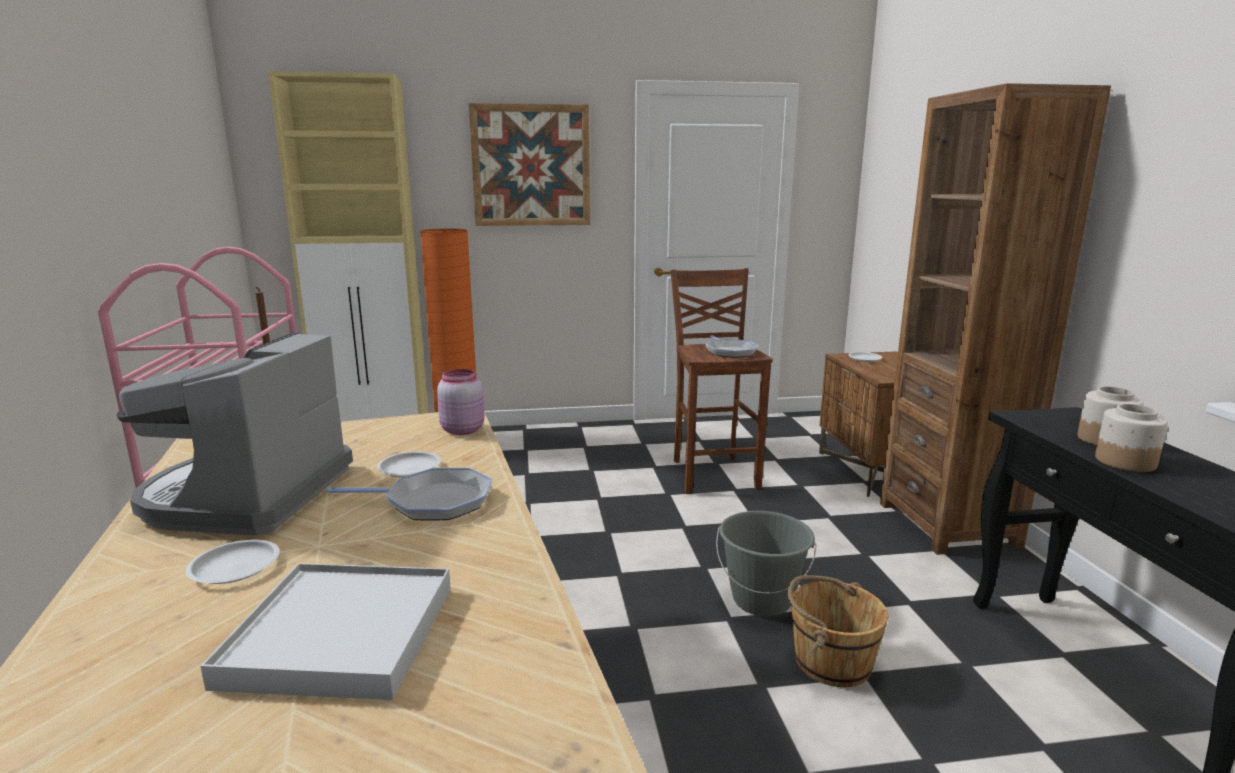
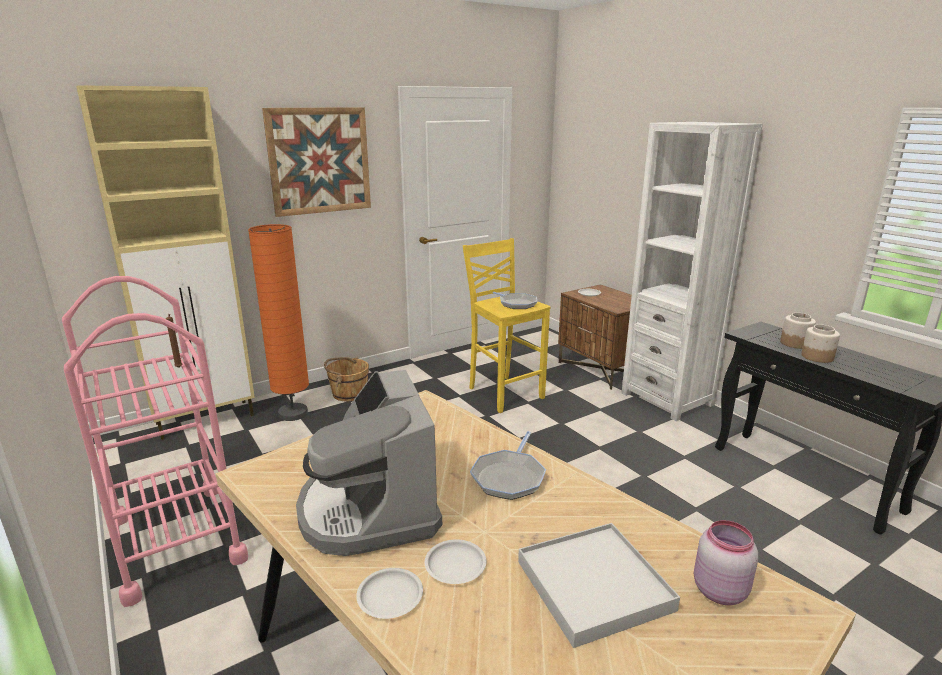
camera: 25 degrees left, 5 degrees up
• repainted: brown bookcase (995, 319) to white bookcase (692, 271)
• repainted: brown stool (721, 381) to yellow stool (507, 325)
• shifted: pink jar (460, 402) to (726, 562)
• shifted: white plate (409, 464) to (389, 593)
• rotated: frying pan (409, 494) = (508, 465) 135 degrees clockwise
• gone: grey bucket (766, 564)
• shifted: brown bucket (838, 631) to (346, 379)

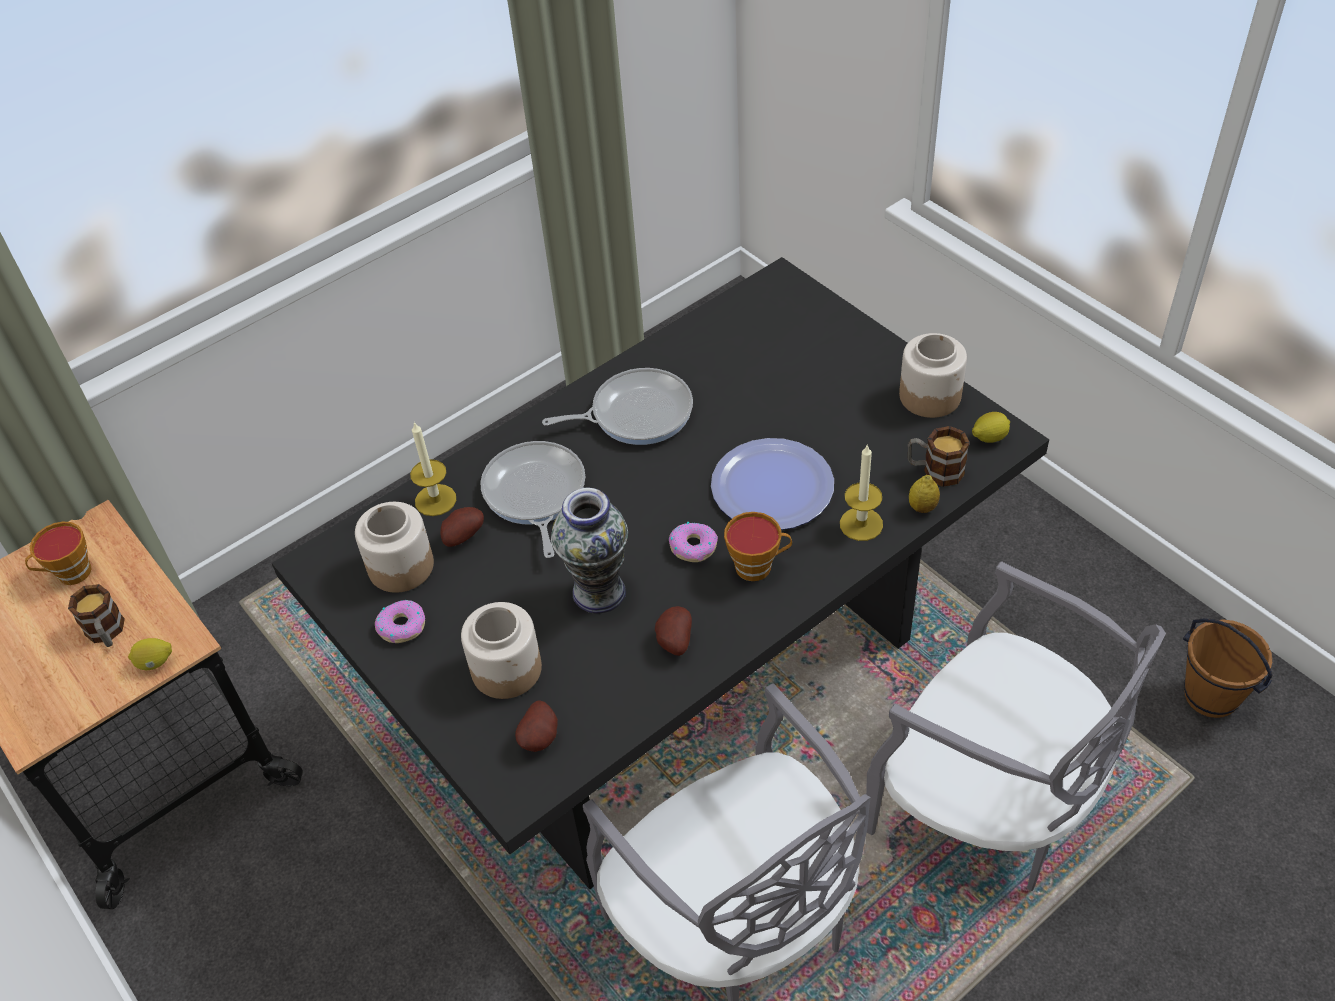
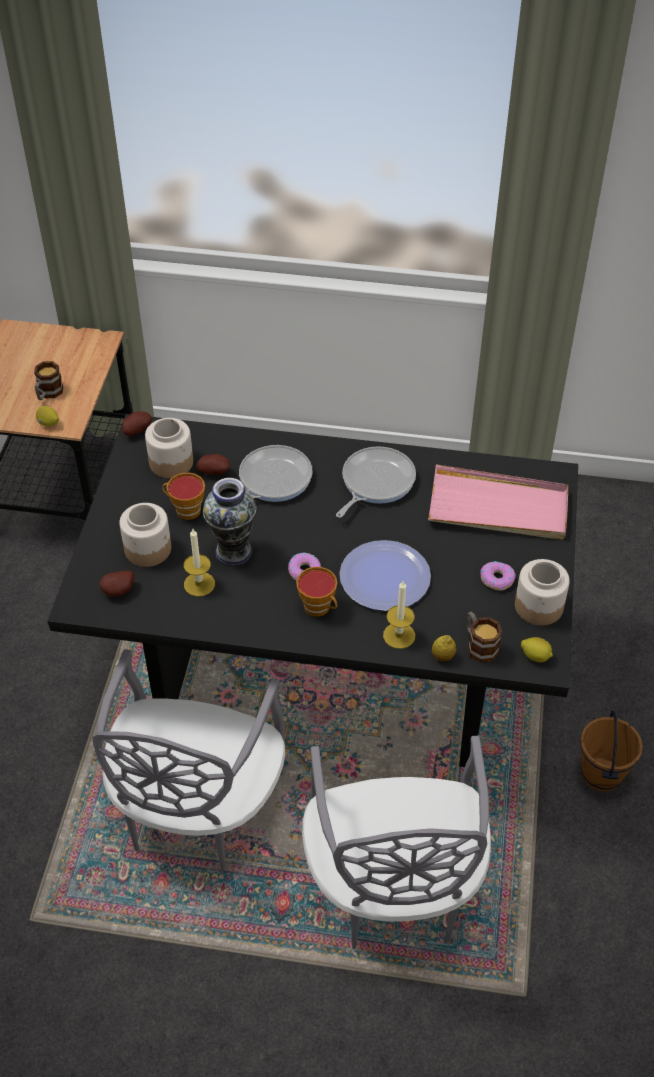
camera: 45 degrees right, 0 degrees up
• rotated: frying pan (617, 406) = (376, 482) 90 degrees counterclockwise
• shifted: candle (433, 469) to (199, 563)
• shifted: cup (58, 553) to (183, 496)
• shifted: donut (400, 621) to (498, 576)
• shifted: potato (673, 631) to (137, 423)
• shifted: brown bucket (1228, 668) to (611, 751)
• new: pink tray (498, 502)

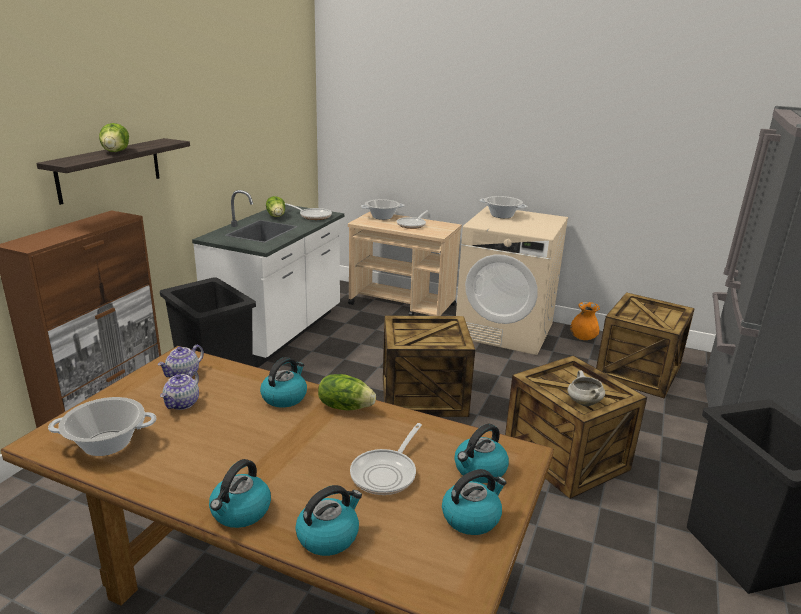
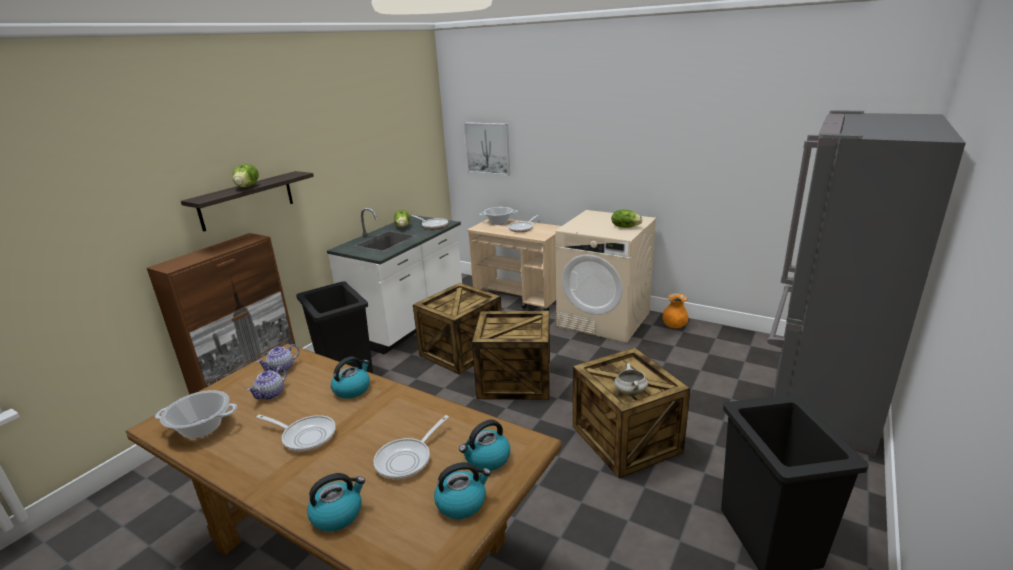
camera: 10 degrees right, 0 degrees up
• gone: cooking pot (503, 207)
• shifted: crate (645, 345) to (457, 329)
• shifted: lettuce (347, 392) to (627, 218)
• gone: kettle (240, 493)
• new: picture (487, 149)
• new: frying pan (296, 433)

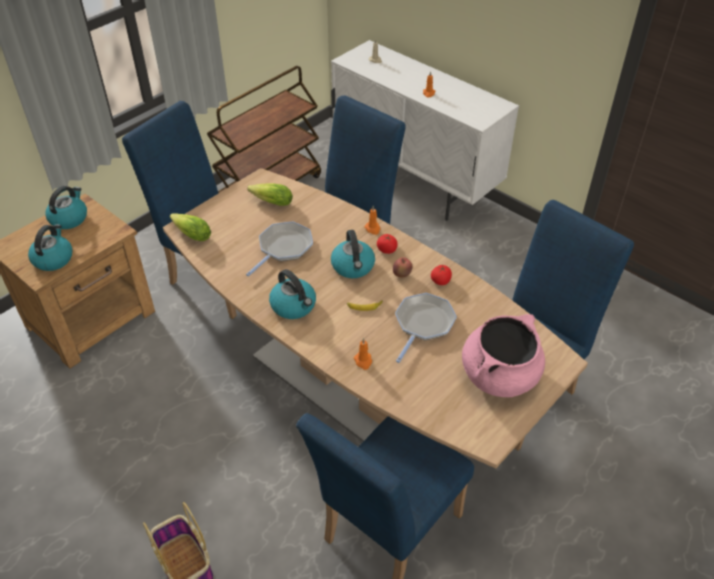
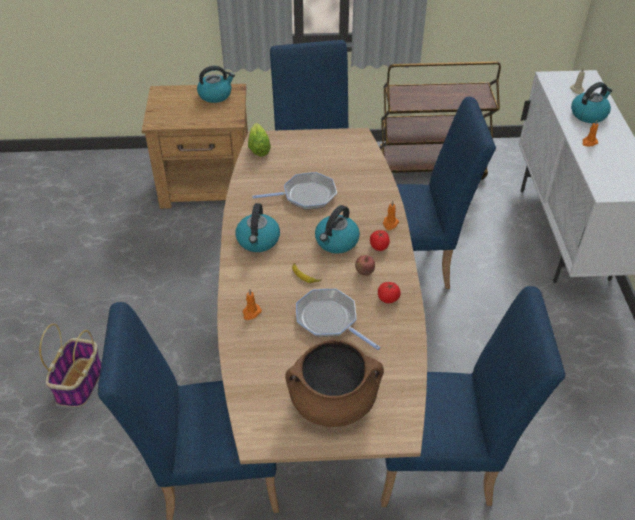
camera: 45 degrees right, 0 degrees up
• gone: lettuce (270, 194)
• shifted: kettle (50, 247) to (591, 102)
• rotated: frying pan (426, 328) = (338, 319) 120 degrees counterclockwise
• repainted: pink cooking pot (503, 355) to brown cooking pot (334, 383)

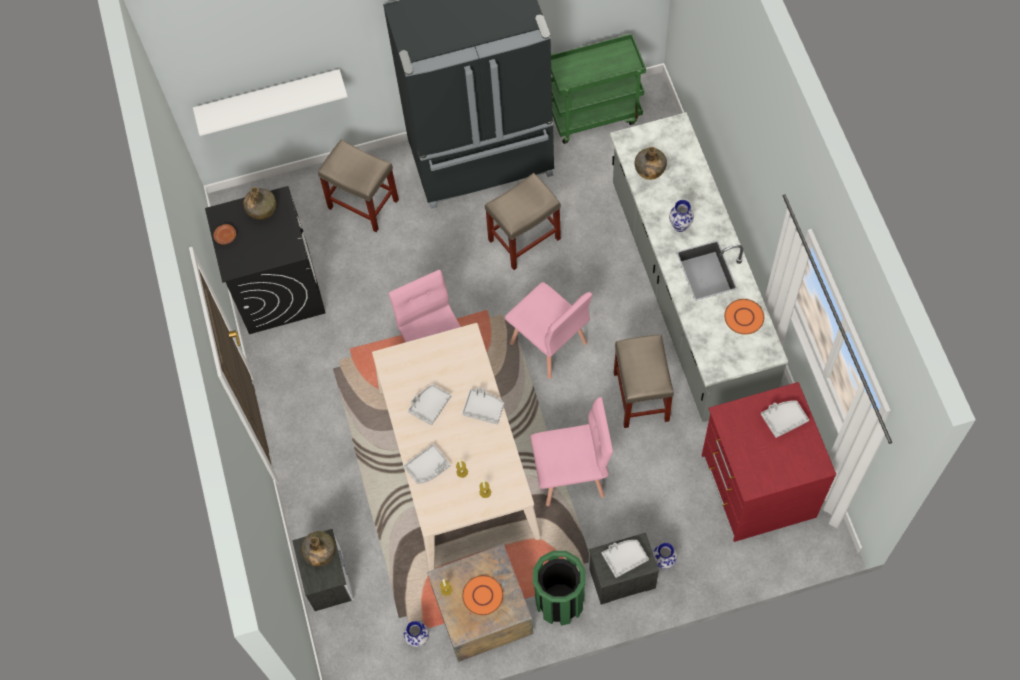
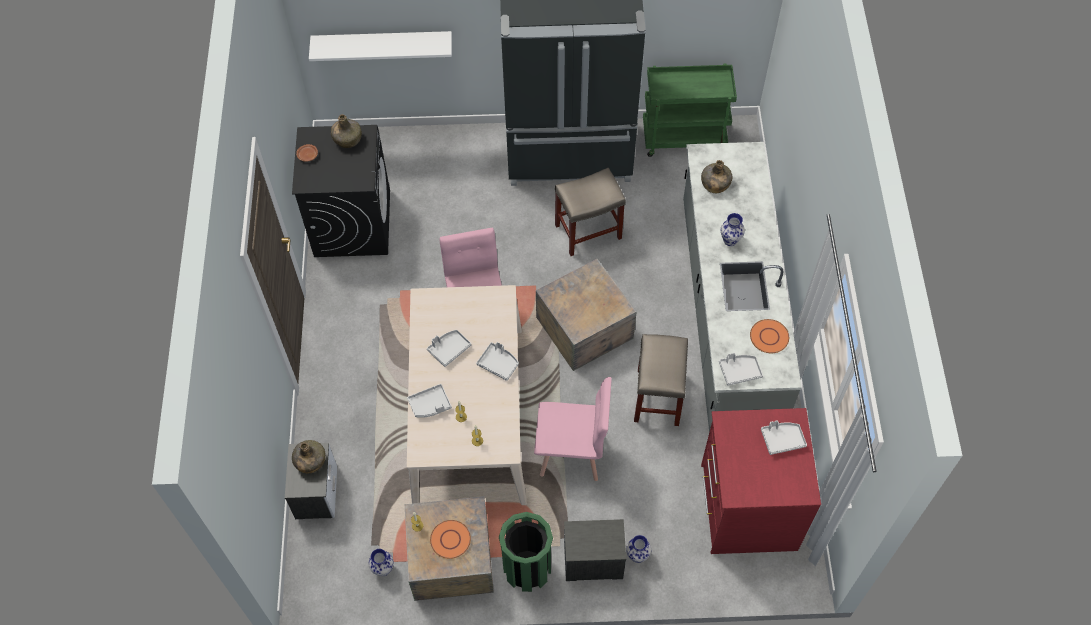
camera: 10 degrees right, 5 degrees down
• gone: beige stool (358, 185)
• swapped: pink chair (548, 330) to crate (586, 315)
• shifted: grey tray (625, 559) to (741, 369)

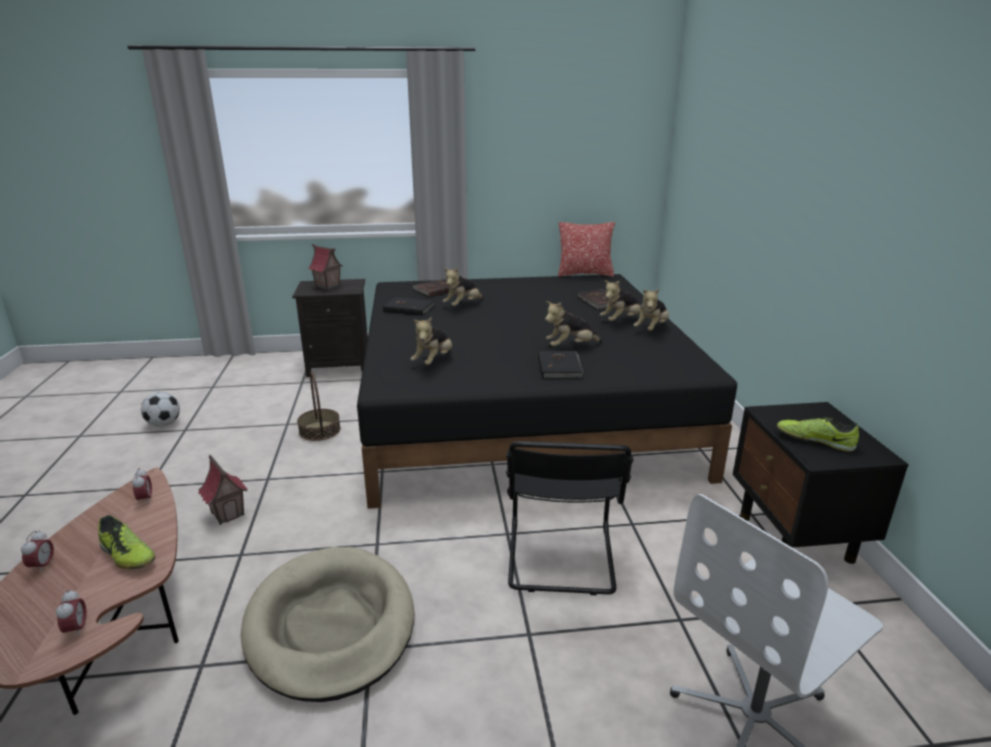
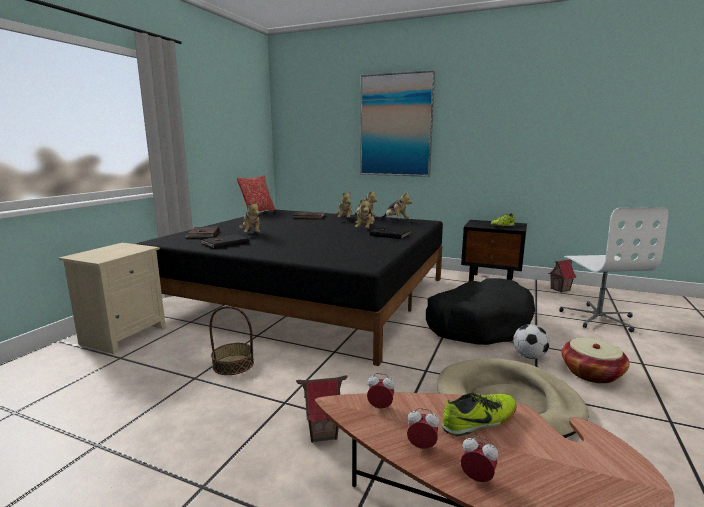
camera: 60 degrees left, 10 degrees down
• shifted: toy house (325, 267) to (562, 276)
• repainted: black nightstand (330, 328) to beige nightstand (112, 298)
• shifted: plush toy (431, 341) to (396, 206)
• shifted: football (160, 409) to (531, 341)
• swapped: black chair (570, 518) to black dog bed (480, 311)
• shifted: alarm clock (71, 613) to (423, 428)
• new: picture (397, 123)
• new: basket (596, 360)

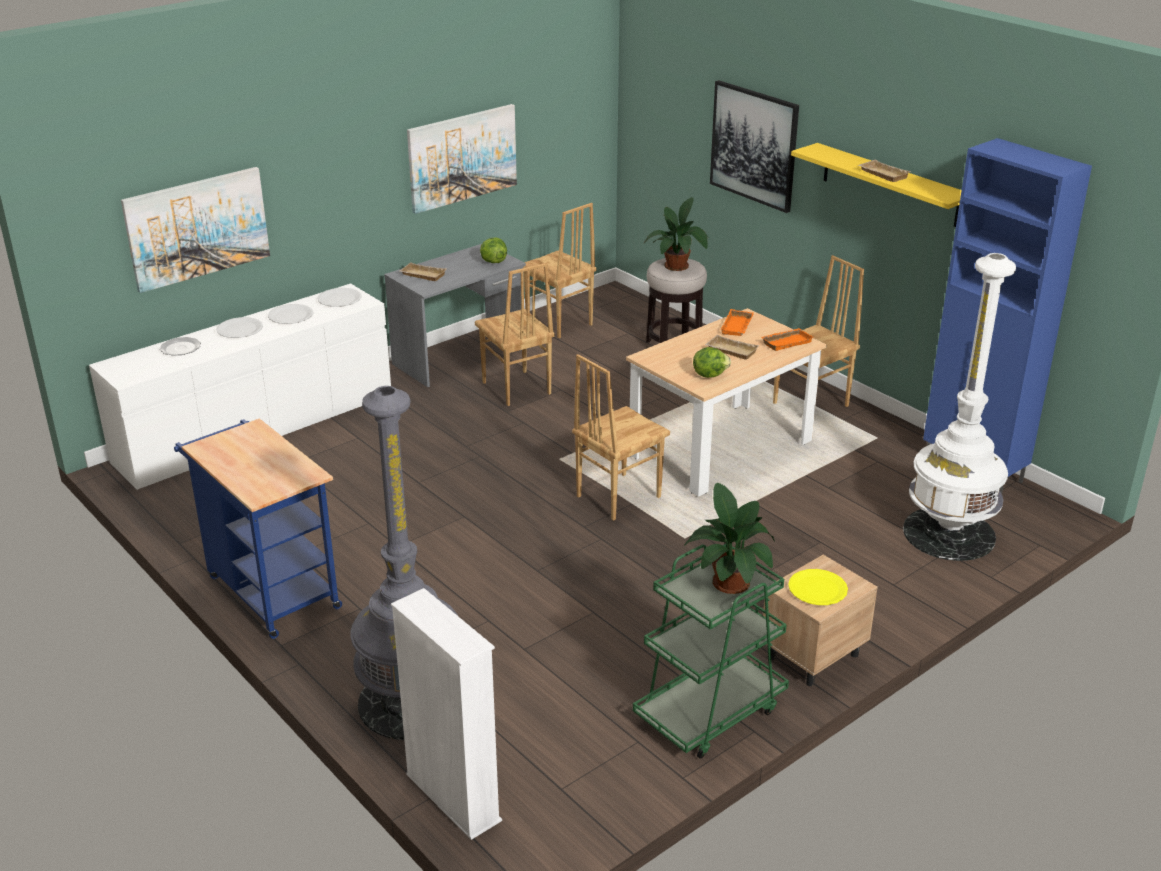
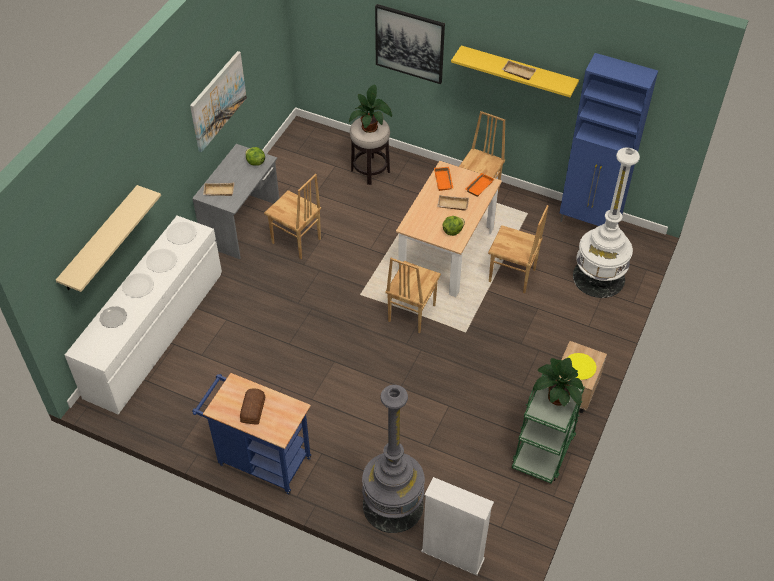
camera: 25 degrees left, 20 degrees up
• swapped: picture (195, 230) to beige shelf (108, 238)
• shifted: brown chair (559, 270) to (518, 249)
• new: bread (252, 406)

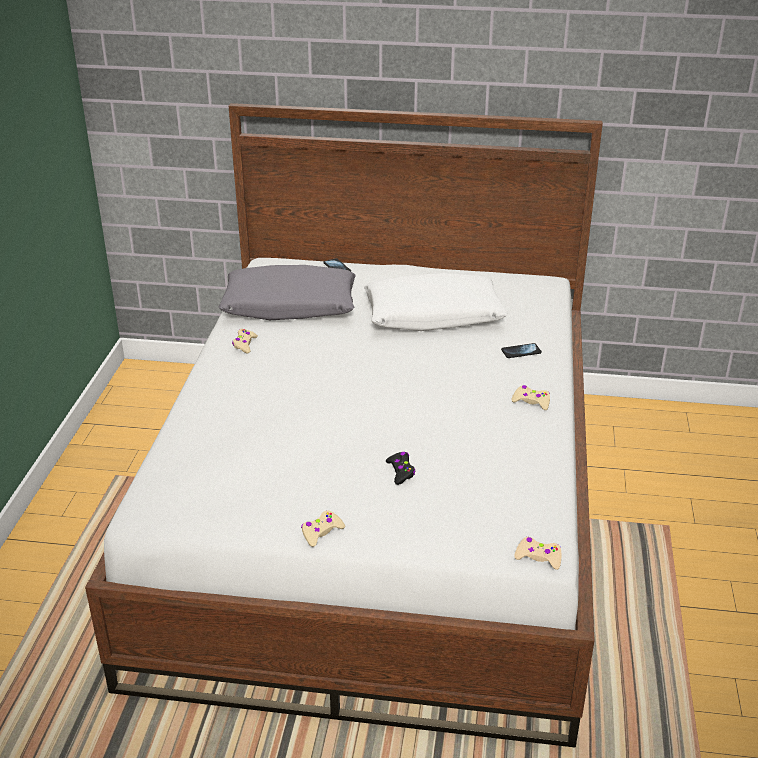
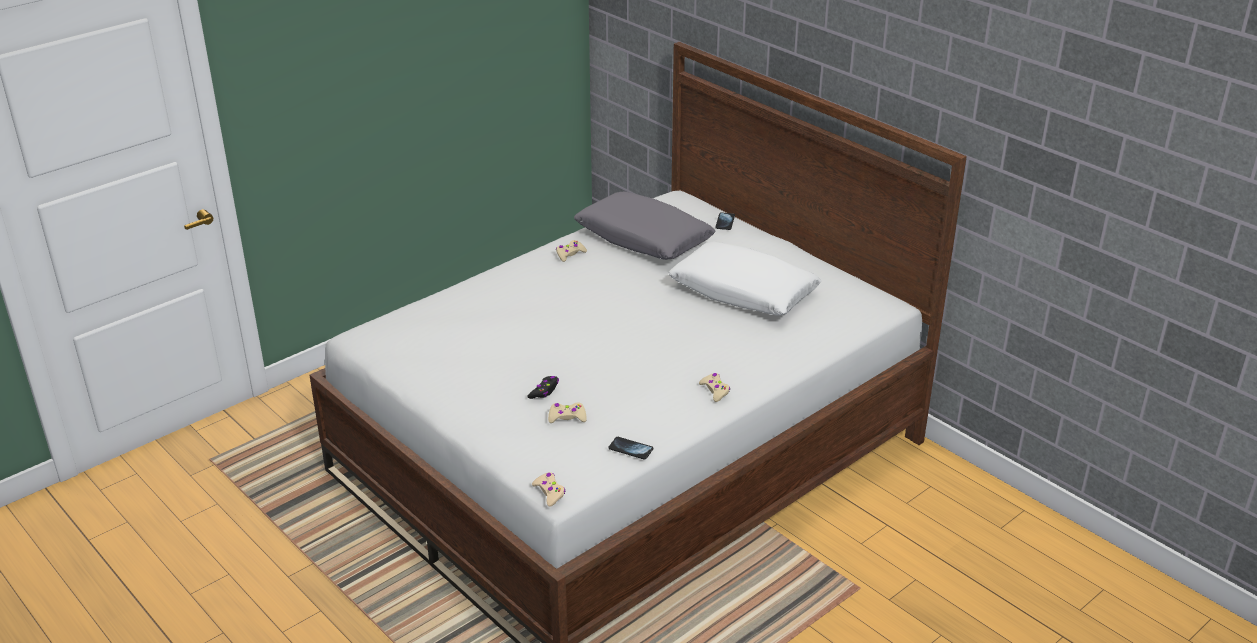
camera: 40 degrees right, 0 degrees up
• shifted: phone (521, 350) to (631, 448)
• shifted: beige game controller (323, 528) to (567, 412)

